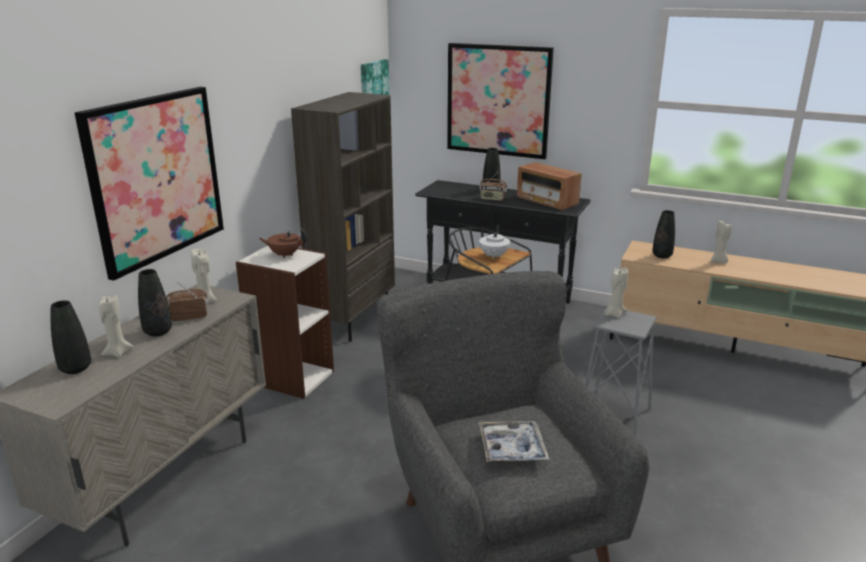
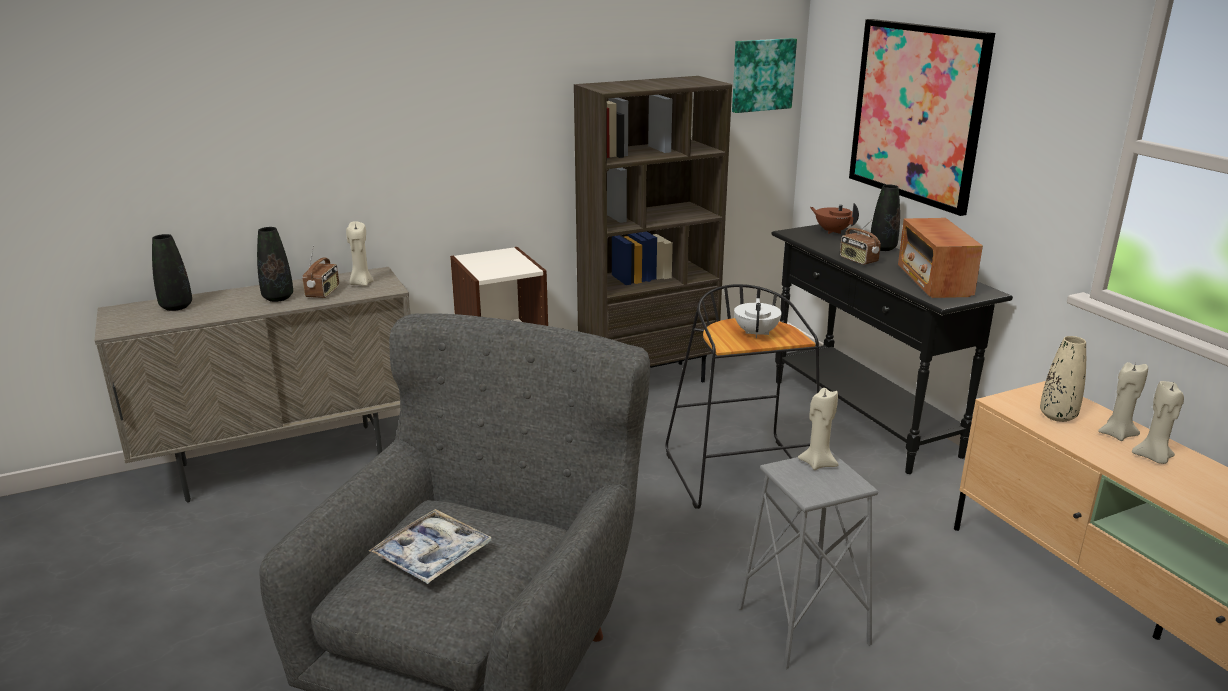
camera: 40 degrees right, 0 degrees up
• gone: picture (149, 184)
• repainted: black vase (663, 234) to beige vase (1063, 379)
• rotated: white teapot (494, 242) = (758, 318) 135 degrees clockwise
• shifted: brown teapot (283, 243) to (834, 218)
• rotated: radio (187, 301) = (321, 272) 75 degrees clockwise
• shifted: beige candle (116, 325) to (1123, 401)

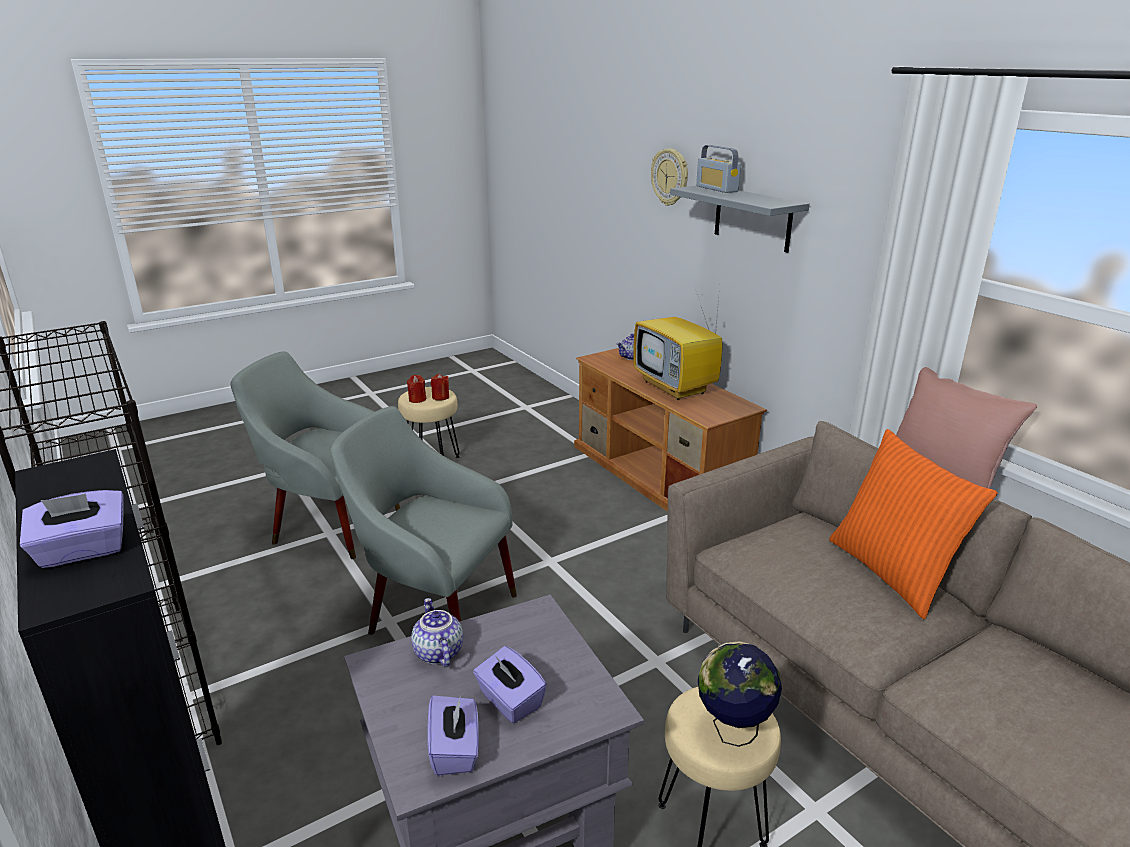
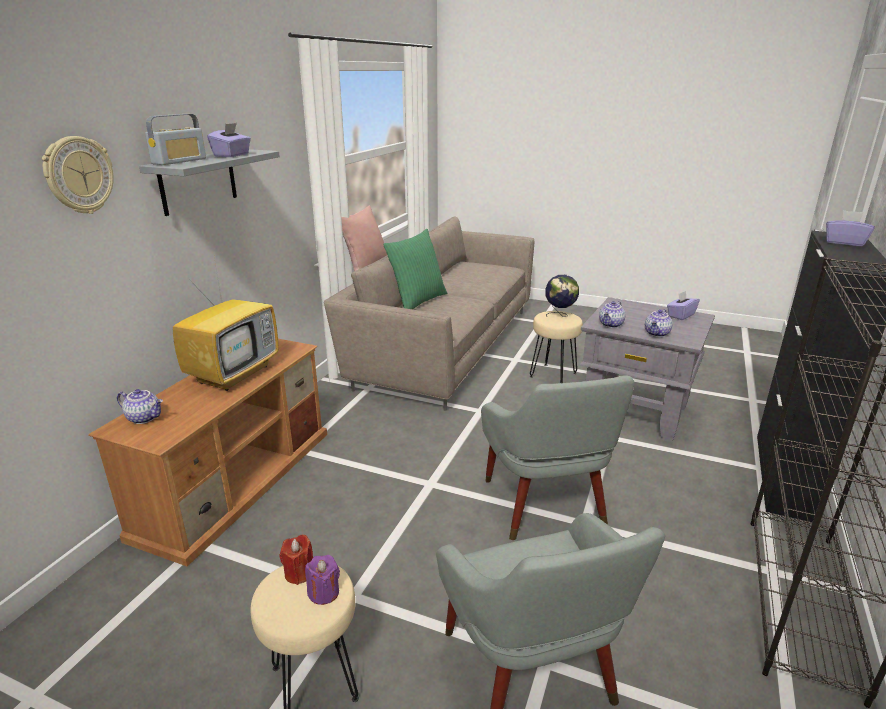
camera: 125 degrees left, 0 degrees up
• repainted: red candle (416, 389) to purple candle (322, 580)
• repainted: orange pillow (913, 524) to green pillow (415, 269)
• shifted: purple tissue box (510, 684) to (229, 140)
• new: teapot (612, 314)

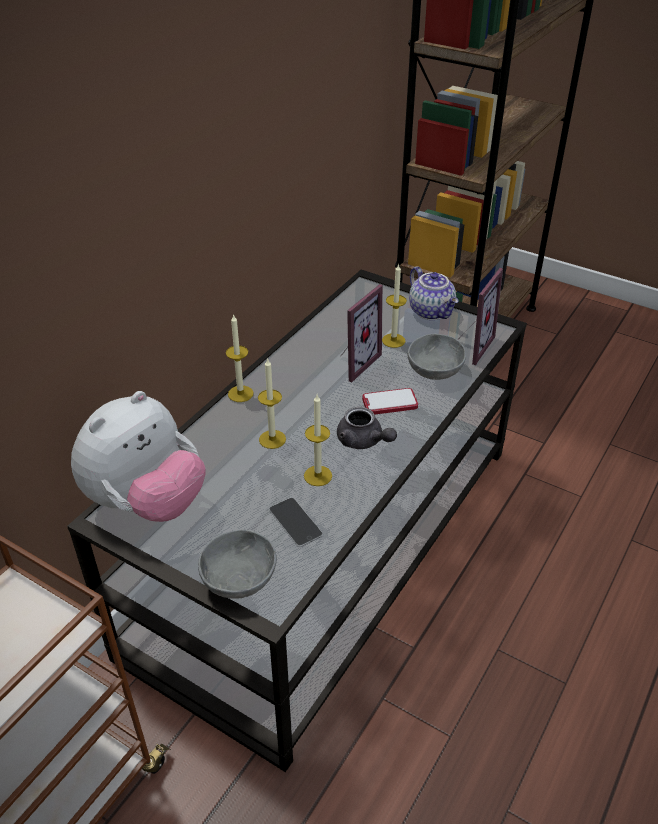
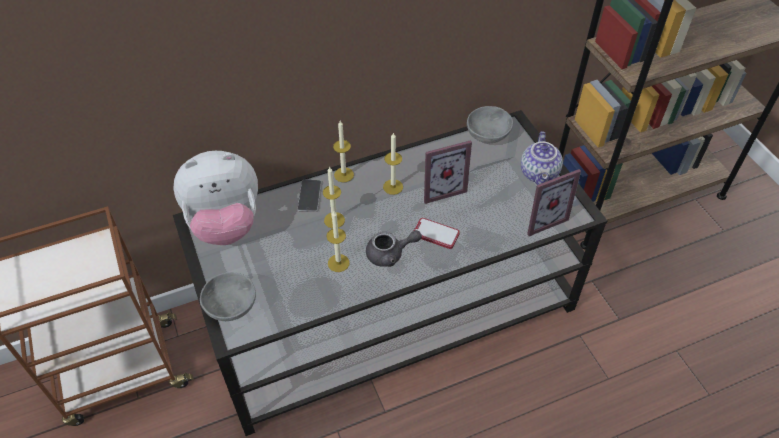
camera: 35 degrees right, 10 degrees up
• shifted: candle (394, 305) to (393, 163)
• shifted: grey bowl (437, 357) to (490, 124)
• rotated: grey teapot (367, 428) = (394, 248) 90 degrees counterclockwise
• shifted: phone (296, 522) to (309, 196)

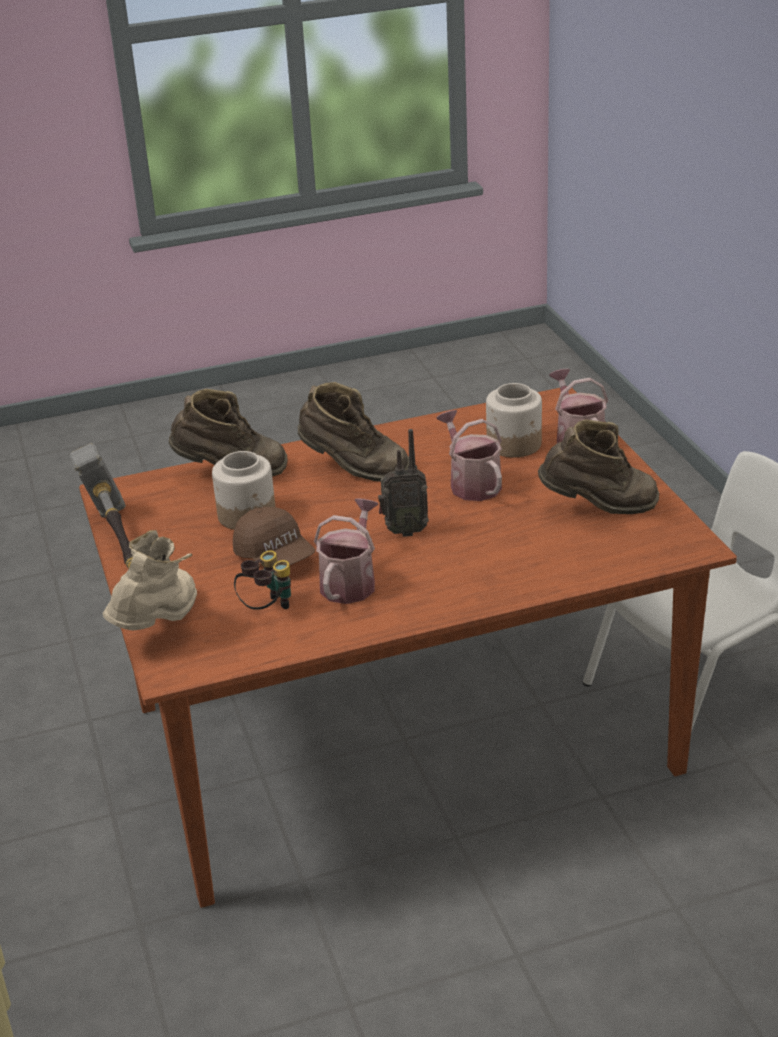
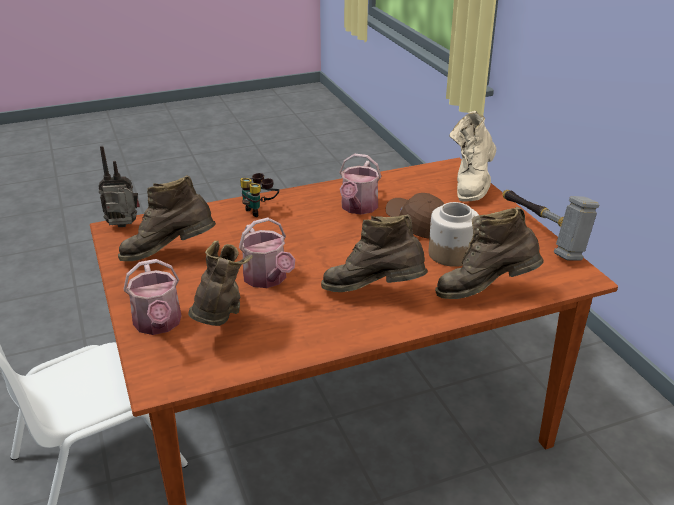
camera: 175 degrees right, 0 degrees up
• swapped: jar (514, 420) to brown boot (220, 283)
• shifted: radio (403, 483) to (119, 186)
• shifted: binoculars (262, 580) to (259, 195)

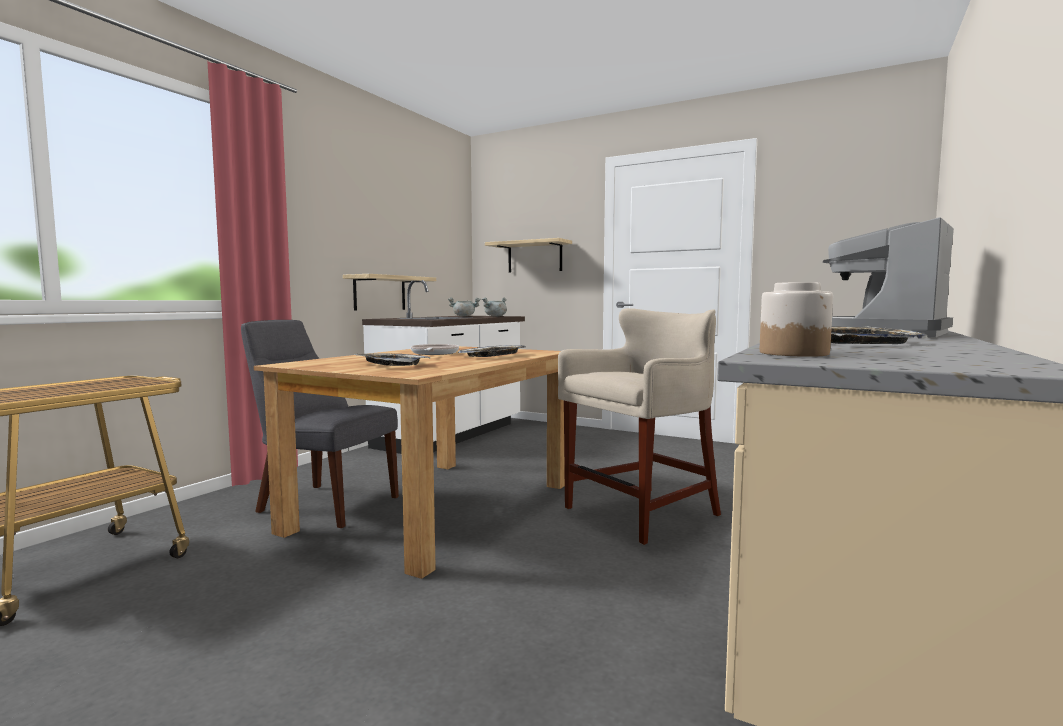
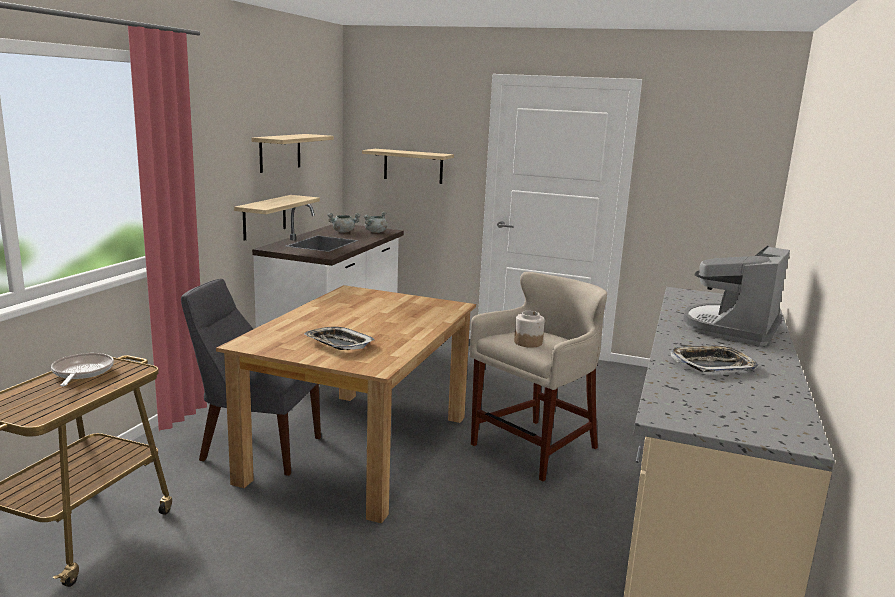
camera: 10 degrees left, 10 degrees up
• shifted: jar (796, 319) to (529, 329)
• shifted: frying pan (434, 349) to (82, 369)
• gone: tray (492, 351)
• new: shelf (292, 153)

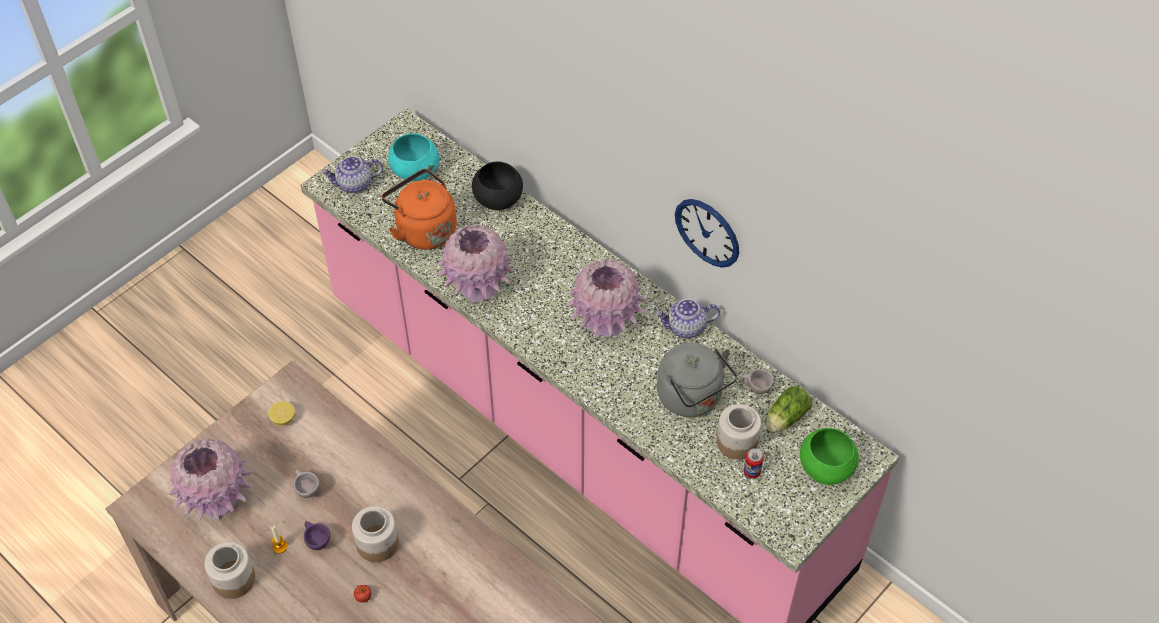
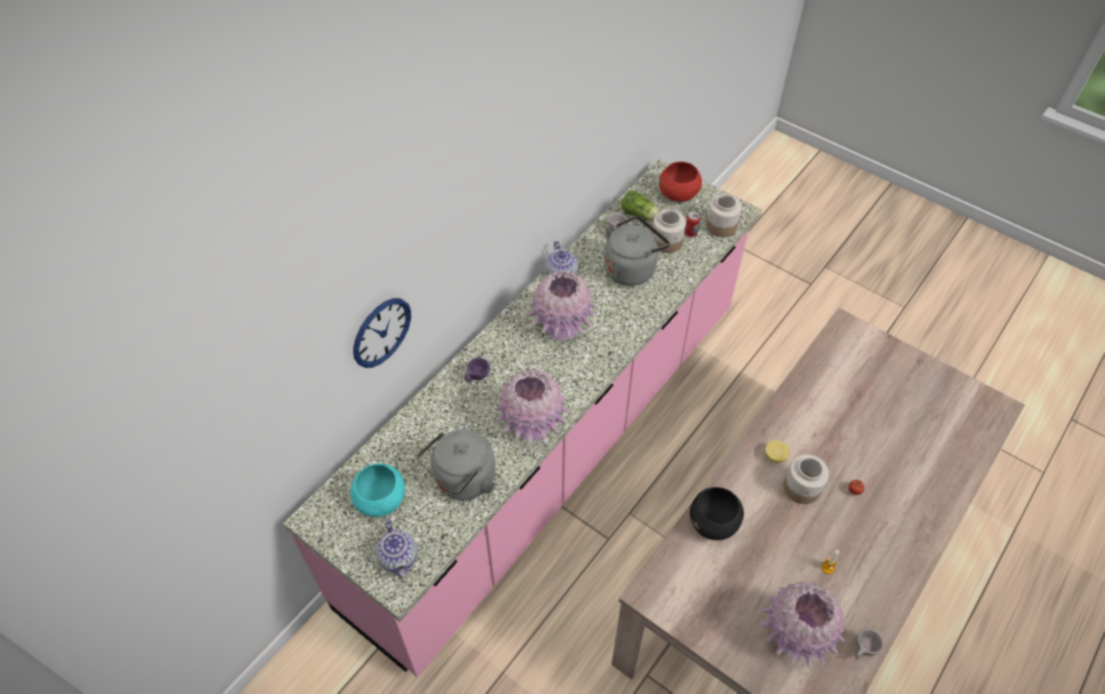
camera: 95 degrees left, 0 degrees up
• shifted: black bowl (497, 186) to (717, 513)
• repainted: orange kettle (419, 209) to grey kettle (456, 464)
• shifted: wall clock (707, 233) to (382, 333)
• shifted: lemon (281, 413) to (777, 451)
• repainted: green bowl (829, 456) to red bowl (680, 182)
• shifted: beige cup (307, 484) to (869, 643)
• shifted: purple cup (317, 535) to (477, 369)
• shifted: jar (229, 570) to (724, 215)

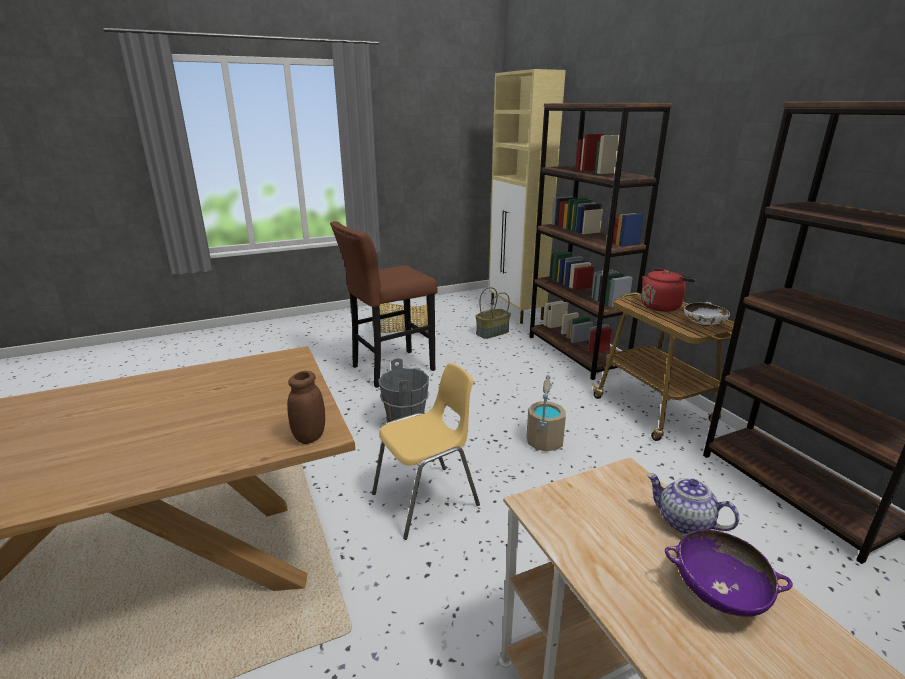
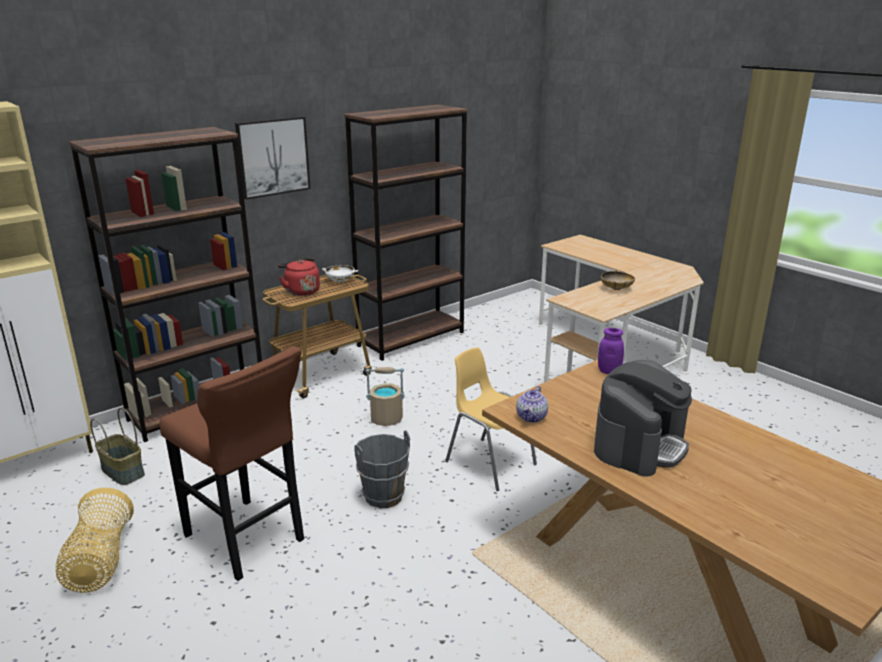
camera: 105 degrees left, 0 degrees up
• repainted: brown jar (306, 407) to purple jar (611, 351)
• shifted: teapot (693, 504) to (532, 404)
• repainted: purple bowl (729, 573) to beige bowl (618, 280)
• new: picture (273, 158)
• new: coffee machine (643, 418)

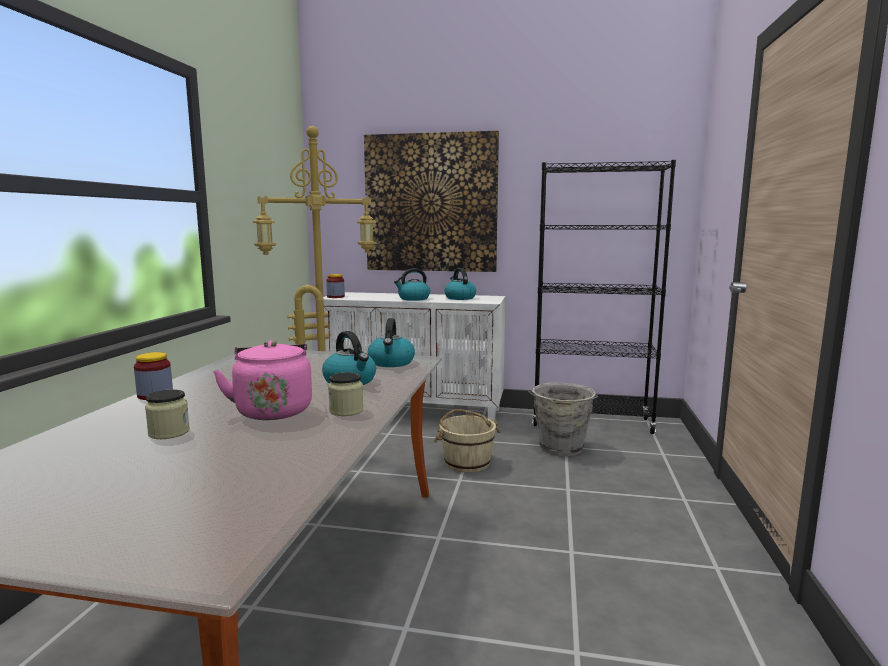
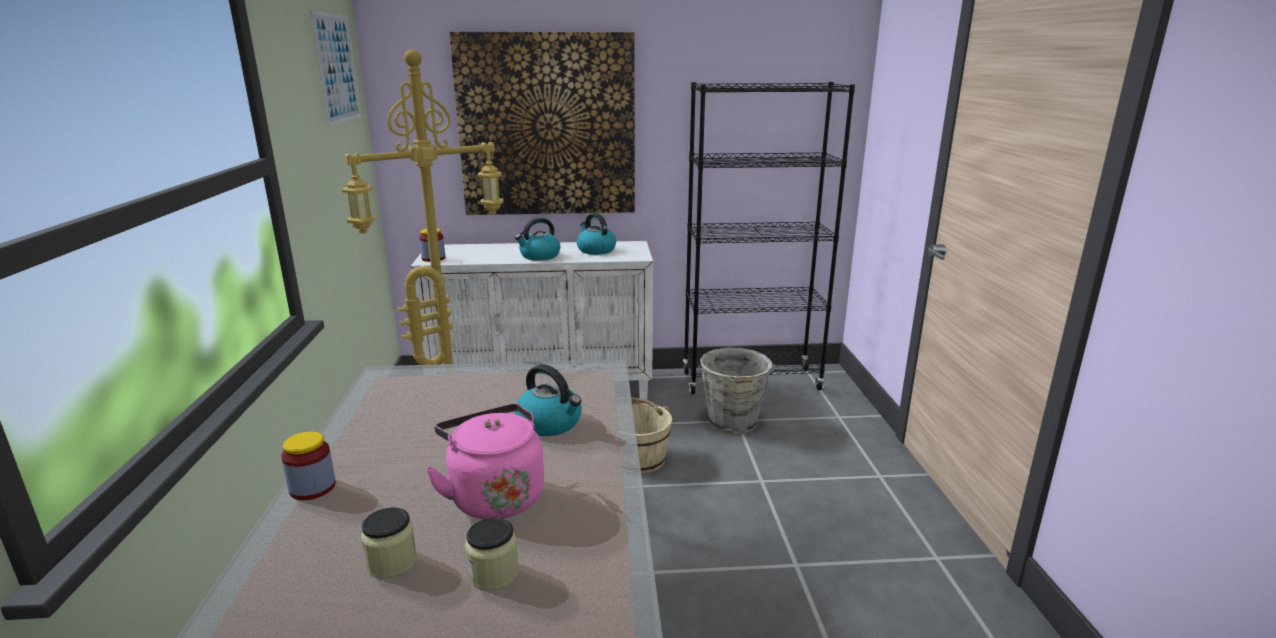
camera: 15 degrees left, 10 degrees up
• gone: kettle (391, 342)
• shifted: jar (345, 394) to (492, 554)
• new: picture (335, 68)

